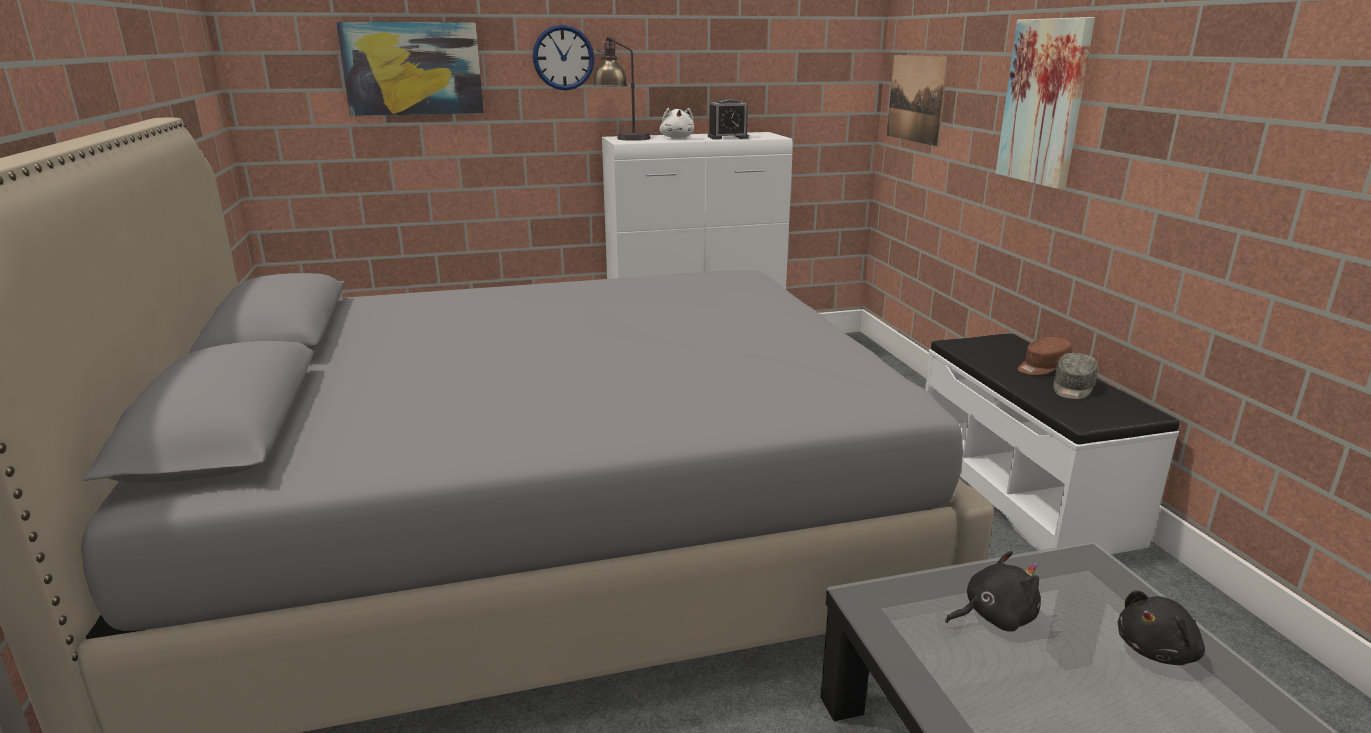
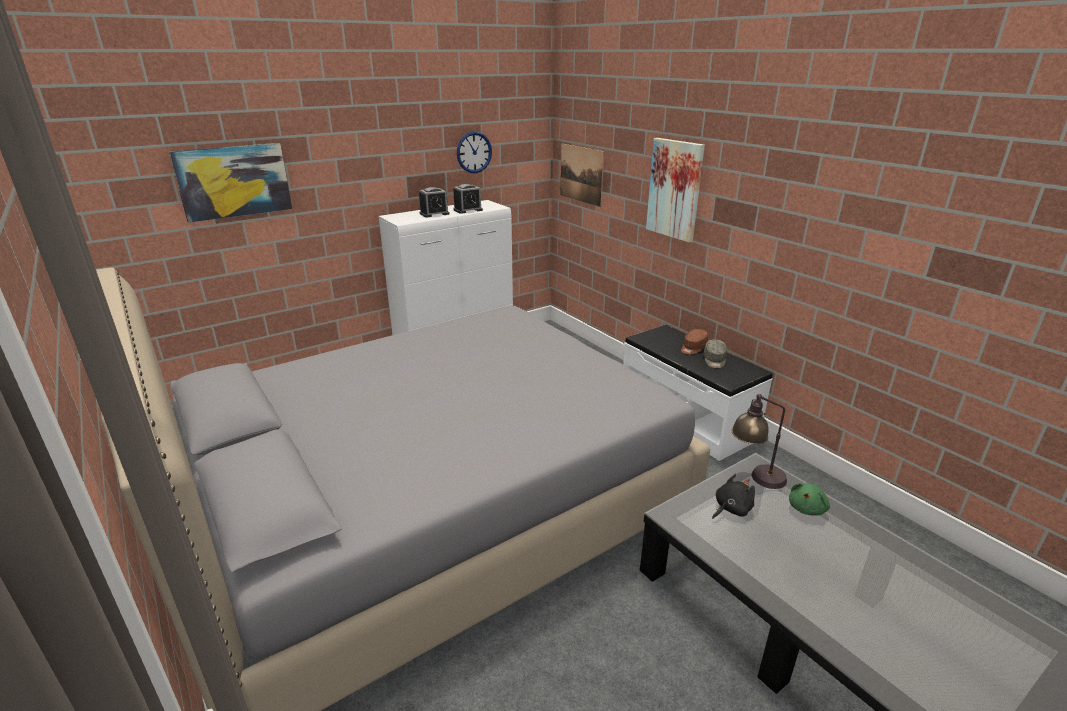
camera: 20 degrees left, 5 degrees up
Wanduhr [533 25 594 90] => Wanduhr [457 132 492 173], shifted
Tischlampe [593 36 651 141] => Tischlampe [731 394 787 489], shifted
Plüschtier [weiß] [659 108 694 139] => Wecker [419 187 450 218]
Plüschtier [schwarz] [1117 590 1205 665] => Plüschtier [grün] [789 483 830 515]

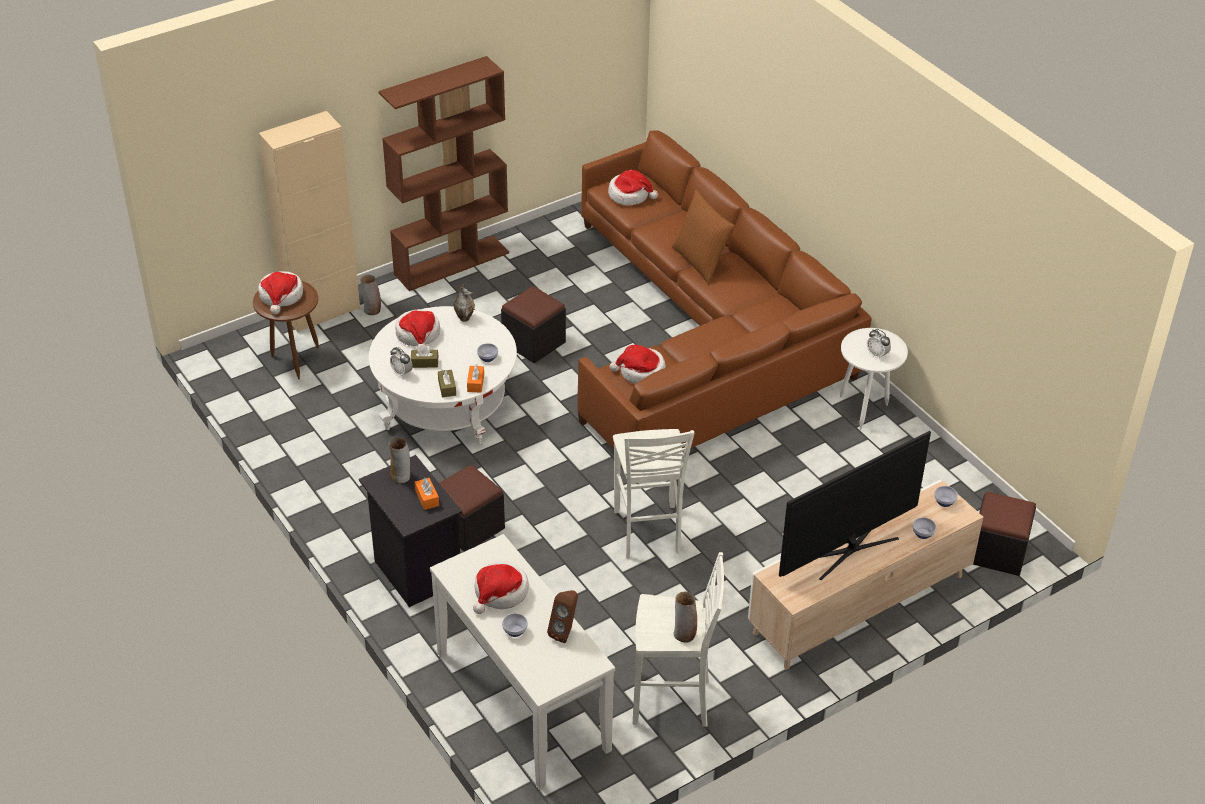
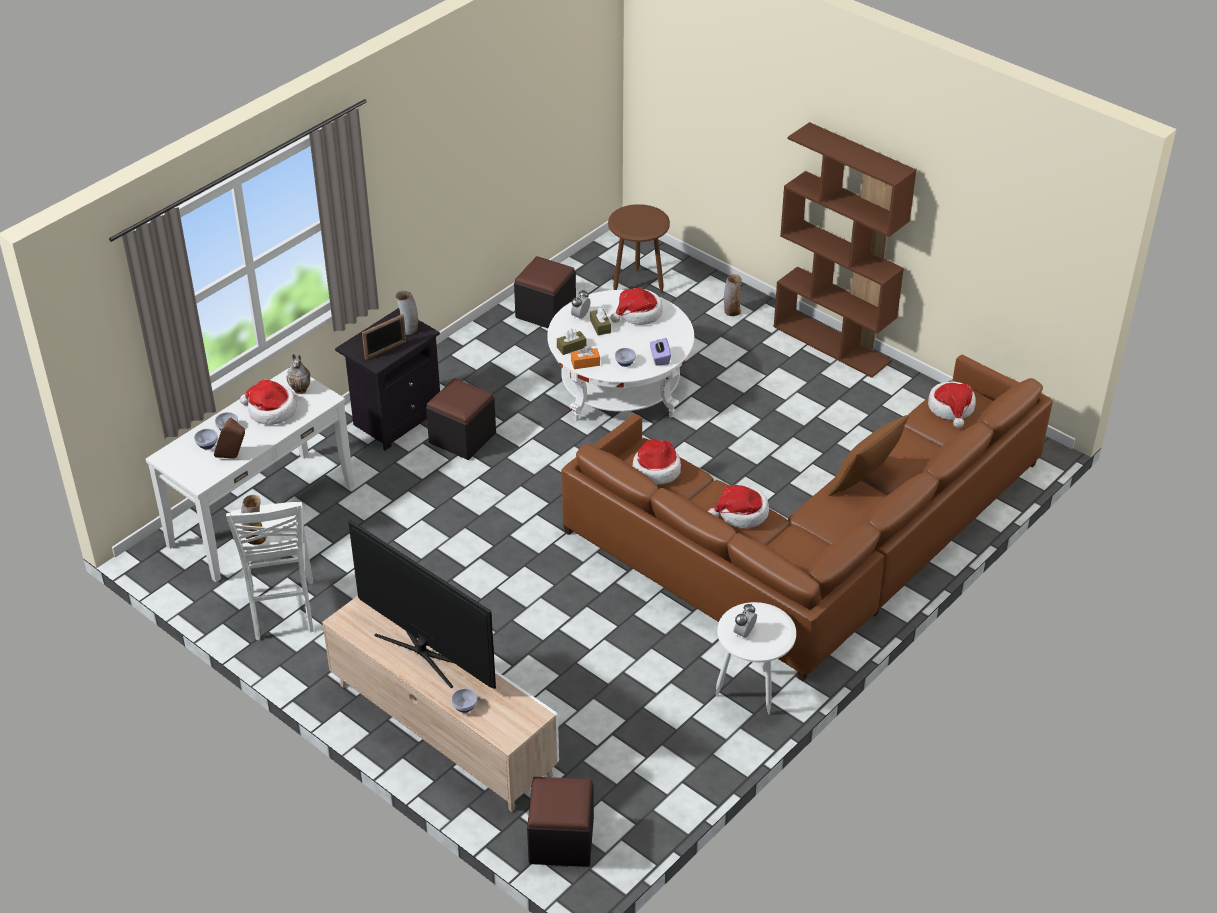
camera: 75 degrees right, 0 degrees up
Schrank [beige] [259 111 360 332] => nothing
Hocker [weiß] [613 429 695 559] => nothing
nothing => Taschentuchbox [lila] [650 338 671 366]
Hut [258 271 303 314] => Hut [708 485 769 528], shifted
Vase [454 284 475 322] => Vase [287 354 310 394], shifted
Polsterhocker [schwarz] [501 286 566 363] => Polsterhocker [schwarz] [514 256 576 328], shifted
Schüssel [934 486 958 507] => Schüssel [194 429 218 449], shifted
Taschentuchbox [orange] [415 478 439 510] => Bilderrahmen [362 314 406 360]

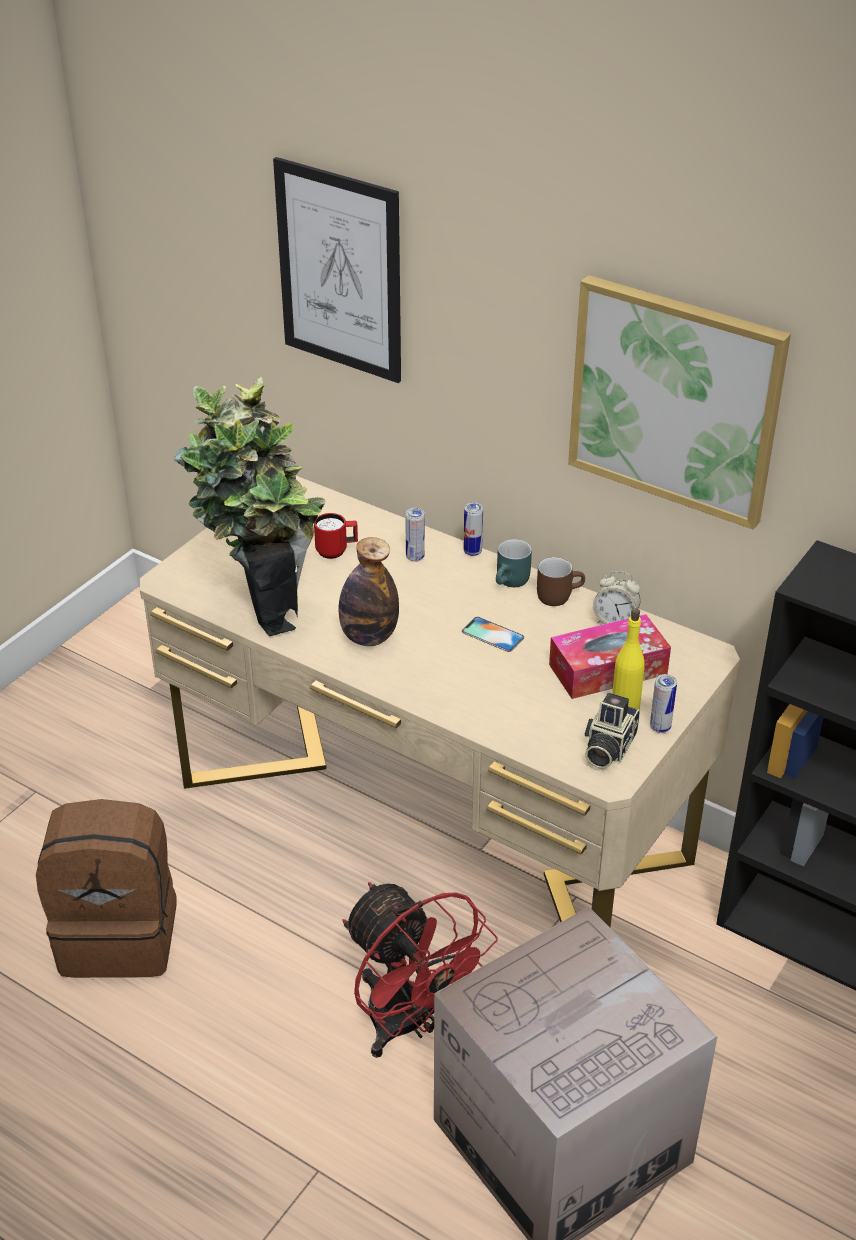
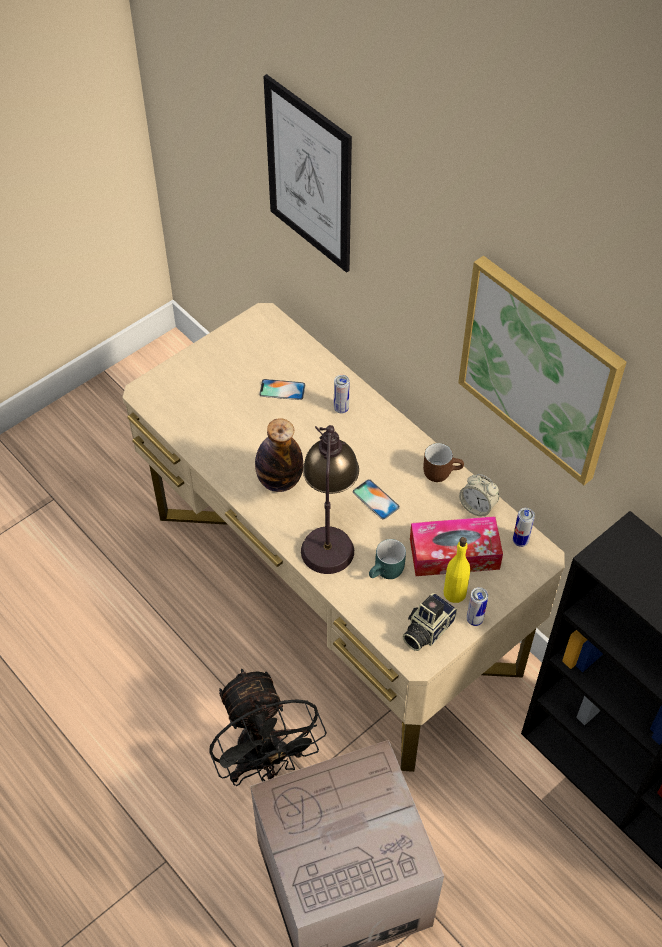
camera: 15 degrees right, 15 degrees up
Rucksack [braun] [36 799 177 978] => nothing
Topfpflanze [174 376 325 636] => nothing
nothing => Tischlampe [301 425 359 574]
Dose [464 502 483 556] => Dose [513 508 535 547], shifted
Henkelbecher [türkis] [496 539 532 587] => Henkelbecher [türkis] [369 539 406 579], shifted
Henkelbecher [rot] [314 513 358 559] => Handy [259 379 305 400]
Ventilator [rot] [342 882 498 1058] => Ventilator [schwarz] [209 669 327 786]

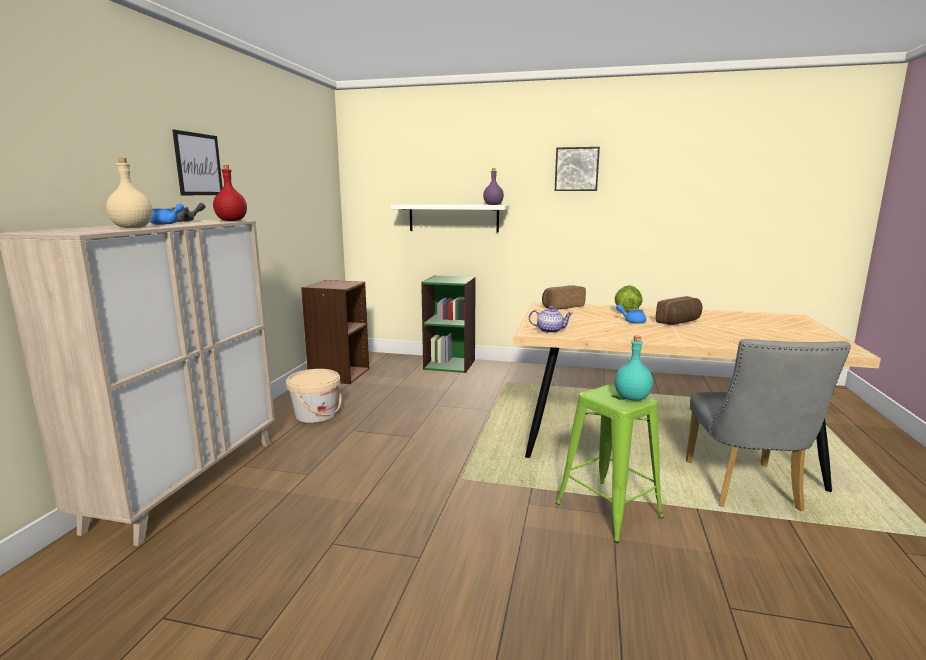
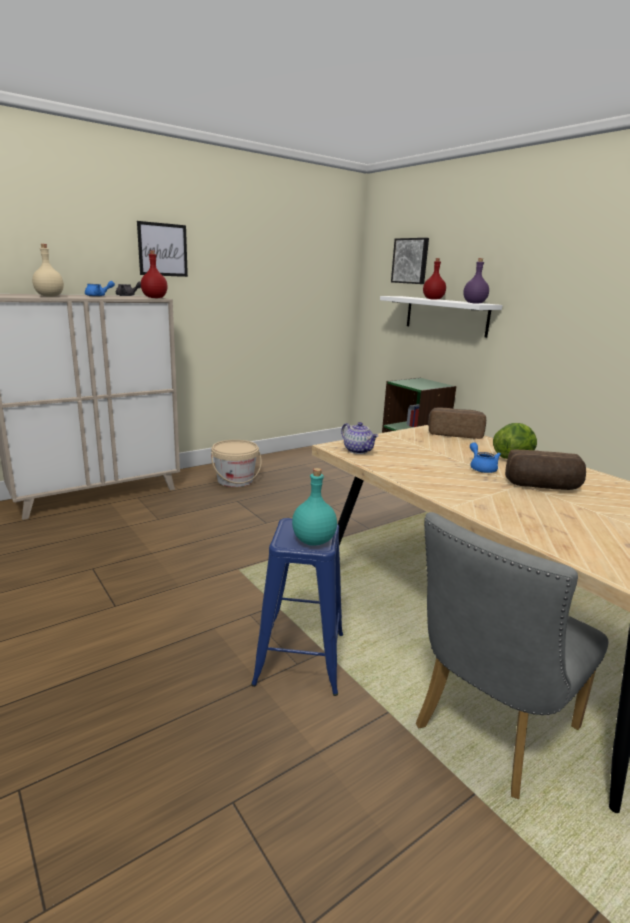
camera: 40 degrees right, 5 degrees up
Bücherregal [braun] [301 280 369 384] => nothing
nothing => Flasche [rot] [423 258 446 300]
Bild [555 147 600 191] => Bild [391 238 429 284], shifted
Hocker [grün] [556 384 664 543] => Hocker [blau] [251 518 343 696]

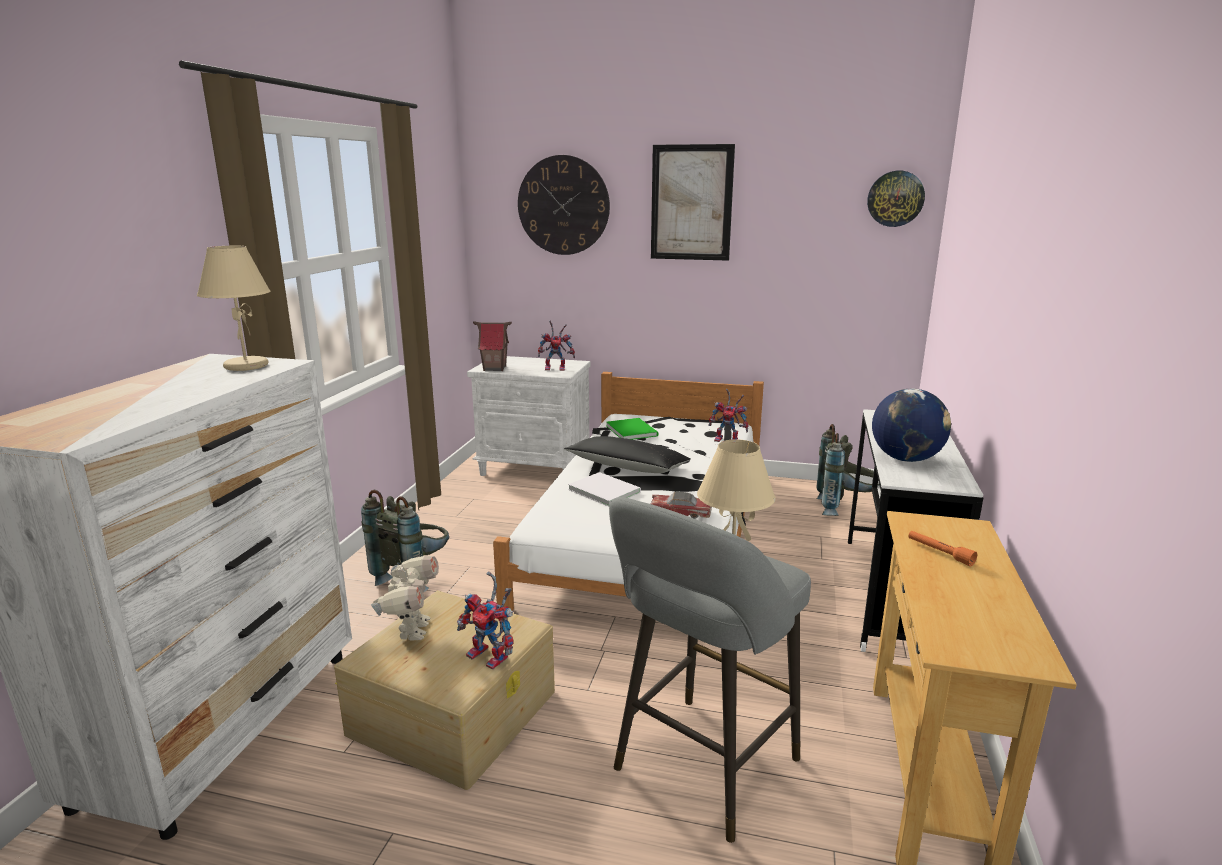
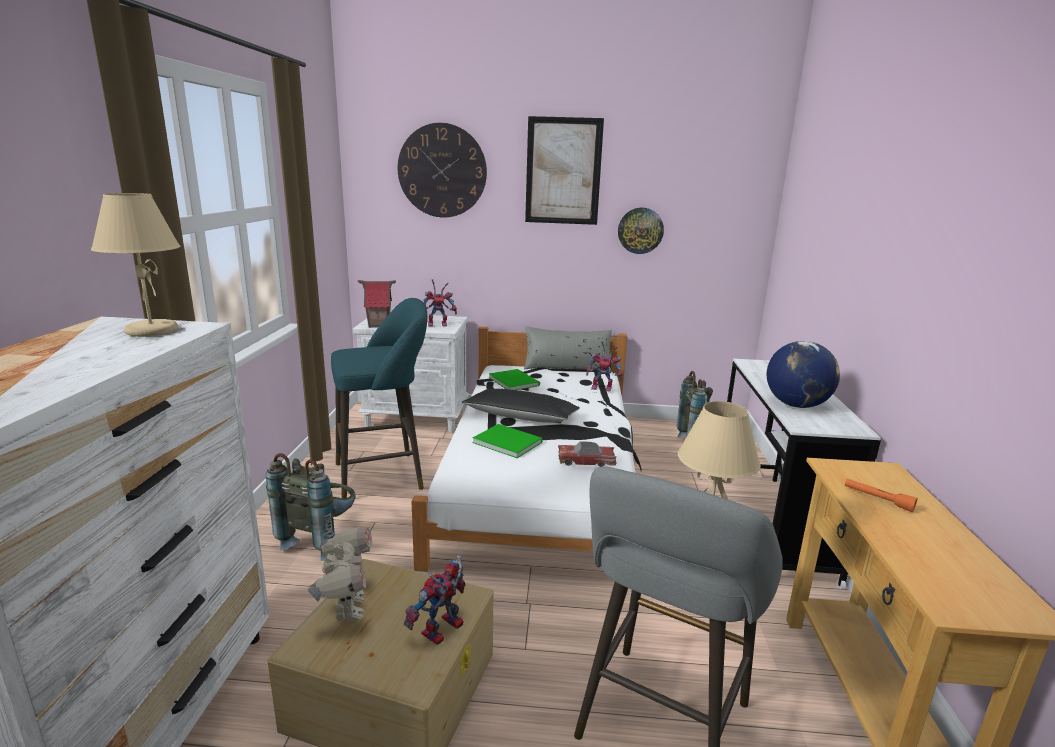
camera: 10 degrees left, 0 degrees up
nothing => Hocker [türkis] [331 298 428 499]
nothing => Kissen [grau] [524 326 612 373]
Wanduhr [867 171 925 227] => Wanduhr [618 208 664 254], shifted
Buch [weiß] [568 472 641 506] => Buch [grün] [473 424 543 458]
Spielzeugroboter [457 571 514 669] => Spielzeugroboter [404 555 465 645], 105 degrees clockwise

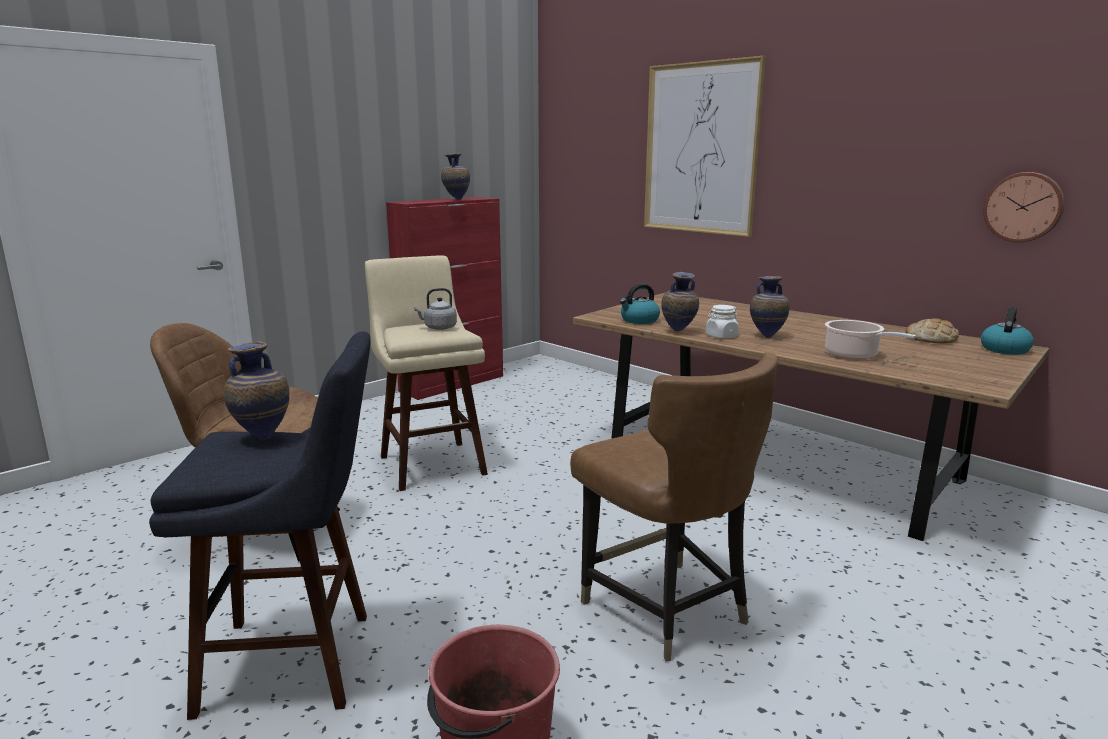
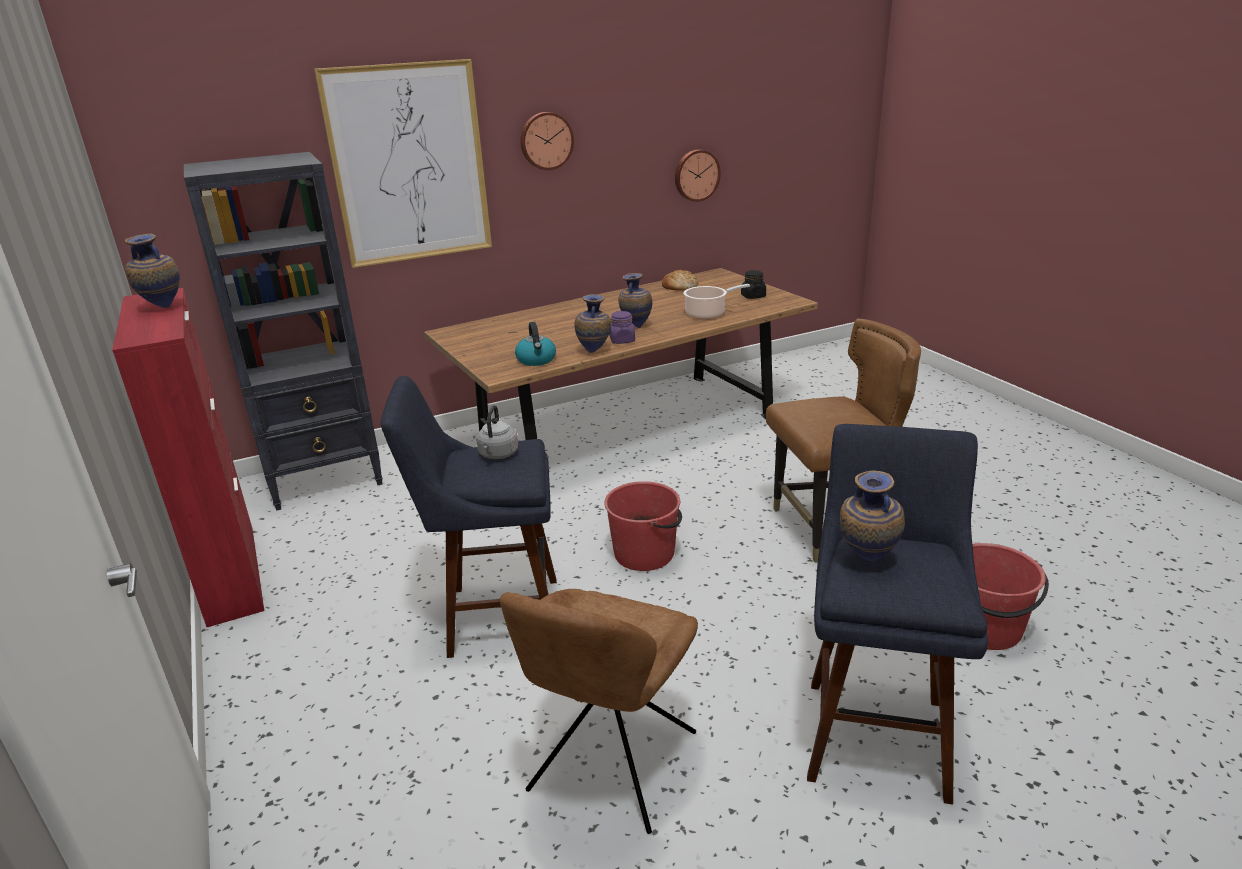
camera: 70 degrees left, 10 degrees up
Wasserkessel [981 307 1034 355] => nothing
nothing => Bücherregal [schwarz] [184 152 383 511]
nothing => Wanduhr [520 112 574 170]
nothing => Eimer [rot] [604 481 682 571]
nothing => Vorratsglas [schwarz] [741 270 766 299]
Hocker [beige] [365 255 488 491] => Hocker [blau] [381 376 557 658]
Vorratsglas [weiß] [706 305 739 338] => Vorratsglas [lila] [609 311 635 344]

